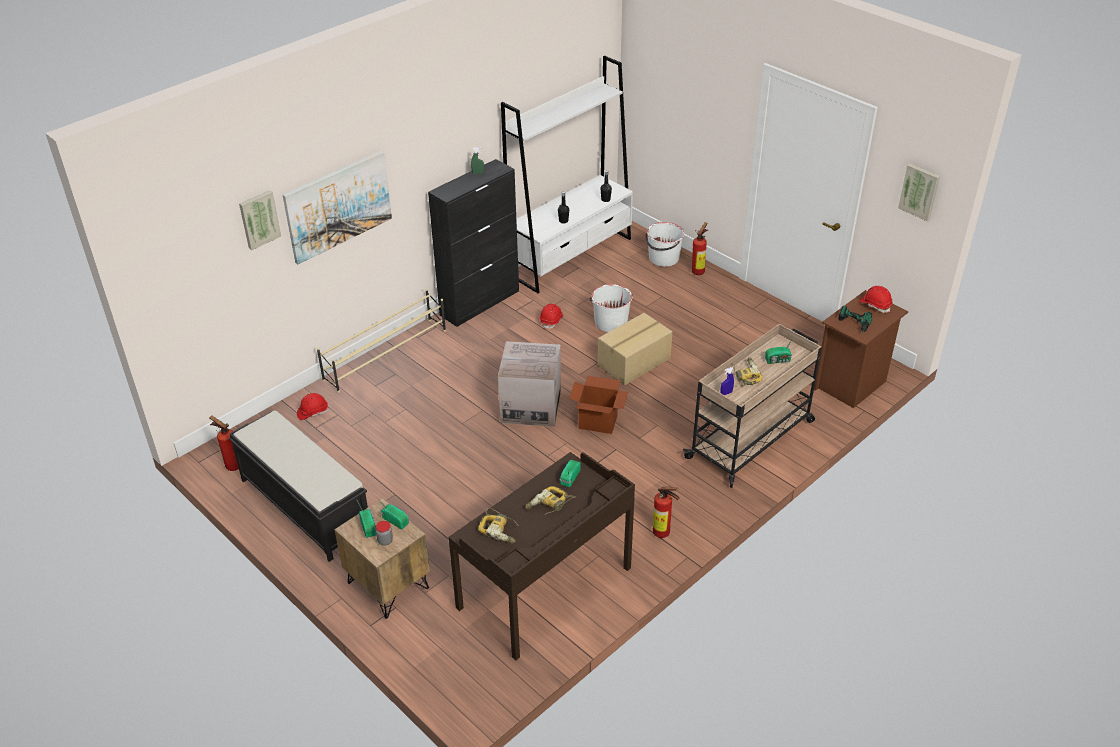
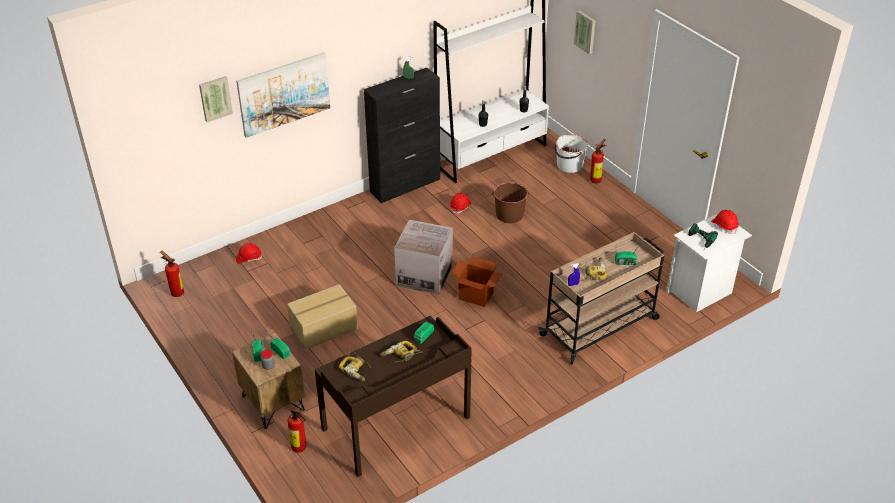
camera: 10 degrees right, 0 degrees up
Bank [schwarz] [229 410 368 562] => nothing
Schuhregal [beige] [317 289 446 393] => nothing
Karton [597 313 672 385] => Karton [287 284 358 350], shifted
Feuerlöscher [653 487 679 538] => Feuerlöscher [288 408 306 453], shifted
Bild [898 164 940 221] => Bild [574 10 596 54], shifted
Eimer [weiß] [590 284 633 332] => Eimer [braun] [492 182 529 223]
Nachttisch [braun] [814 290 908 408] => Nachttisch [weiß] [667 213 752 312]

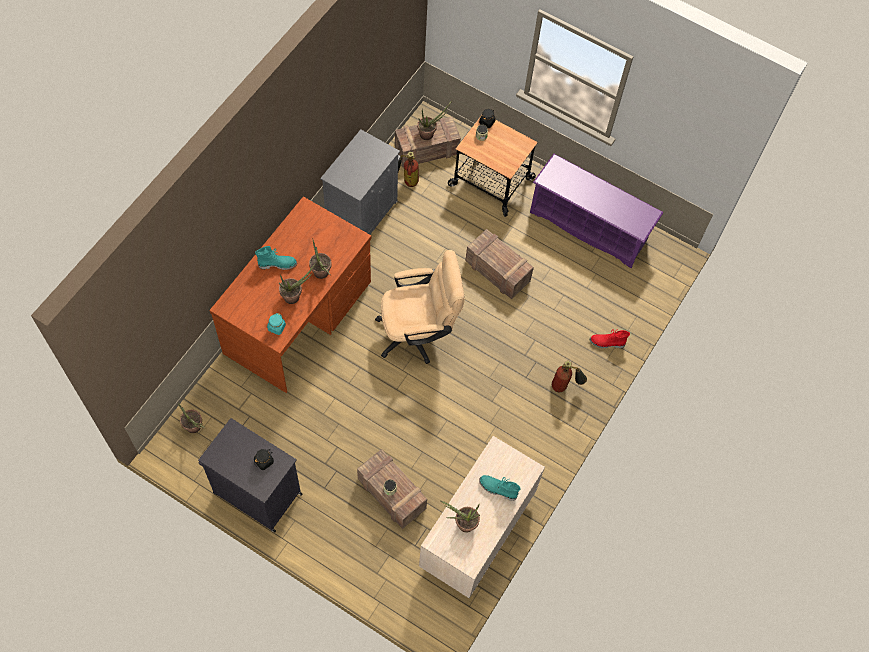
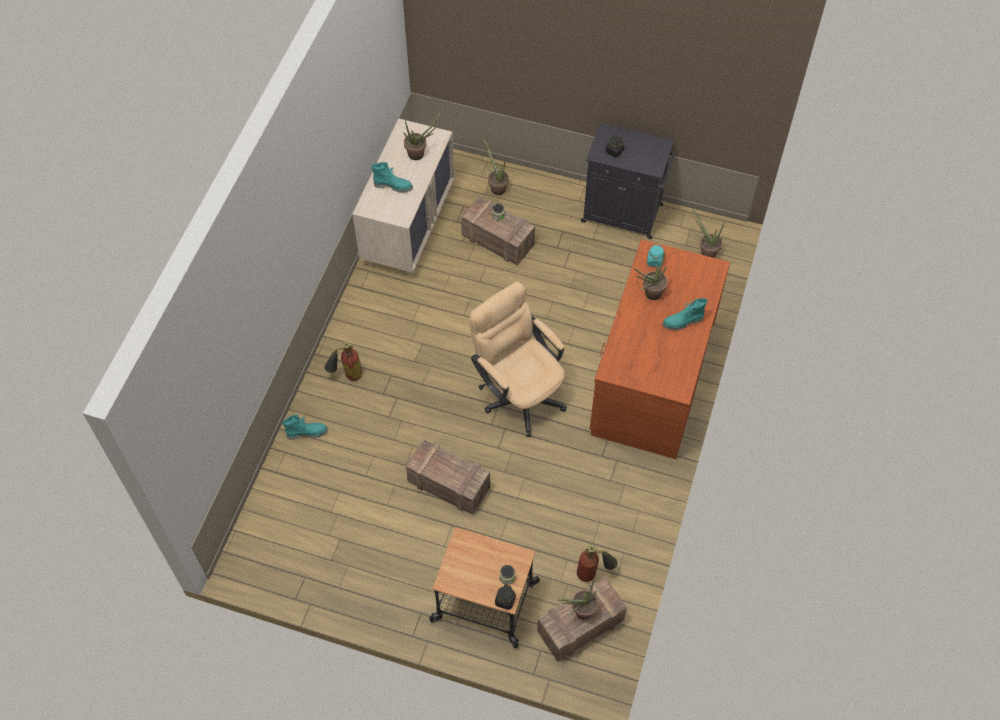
camera: 170 degrees right, 5 degrees down
Schrank [grau] [320 129 401 234] => nothing
Schuhregal [lila] [530 154 664 268] => nothing
Topfpflanze [309 238 332 279] => Topfpflanze [483 138 509 195], shifted
Stiefel [rot] [590 329 630 348] => Stiefel [türkis] [282 414 328 440]
Bürostuhl [beige] [375 250 465 364] => Bürostuhl [beige] [469 282 567 437], 75 degrees clockwise

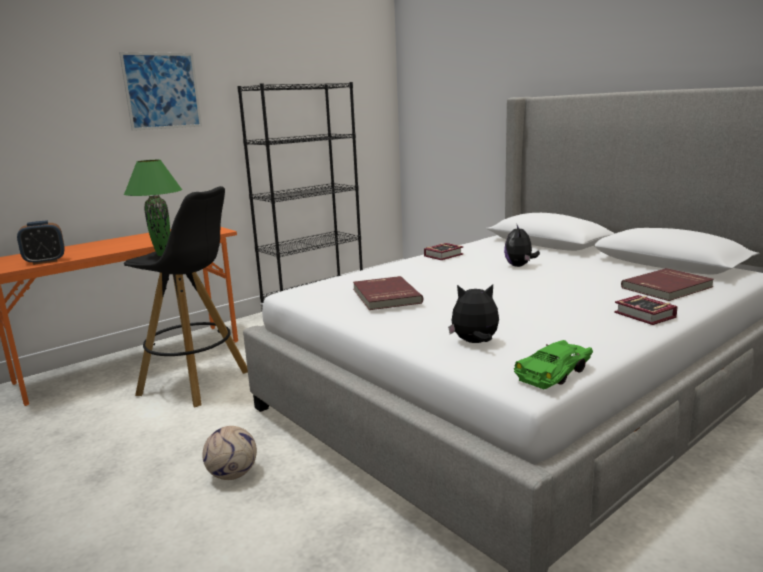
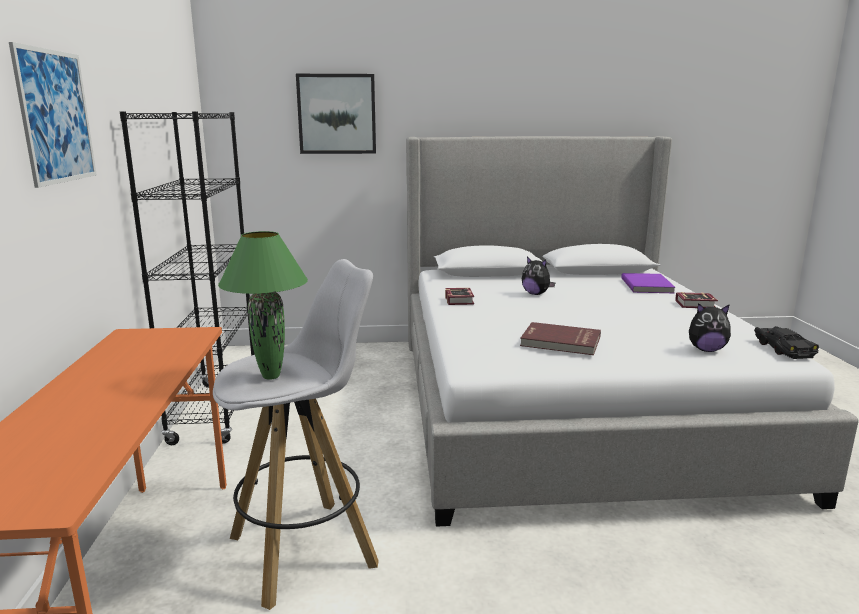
camera: 55 degrees left, 0 degrees up
Wecker [17 221 65 265] => nothing
Fußball [202 426 257 480] => nothing
nothing => Bild [296 74 376 154]
Hocker [schwarz] [124 186 248 407] => Hocker [weiß] [213 259 379 610]
Spielzeugauto [grün] [514 340 593 389] => Spielzeugauto [schwarz] [754 326 819 359]
Buch [rot] [621 268 714 301] => Buch [lila] [621 273 675 293]
Plüschtier [448 284 499 343] => Plüschtier [689 303 731 352], 120 degrees counterclockwise

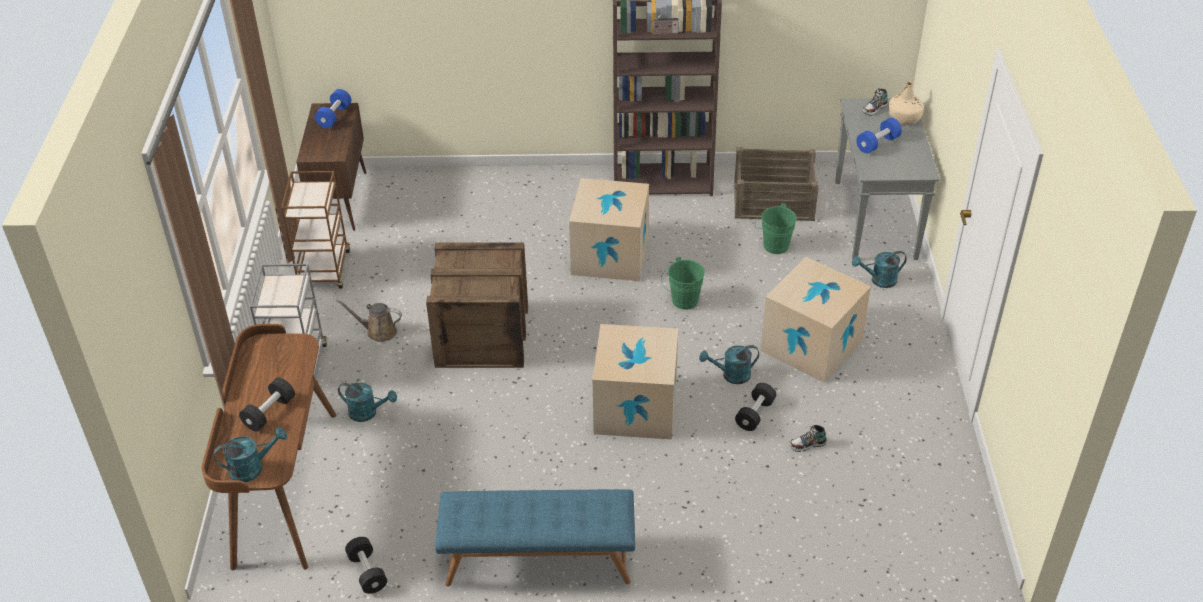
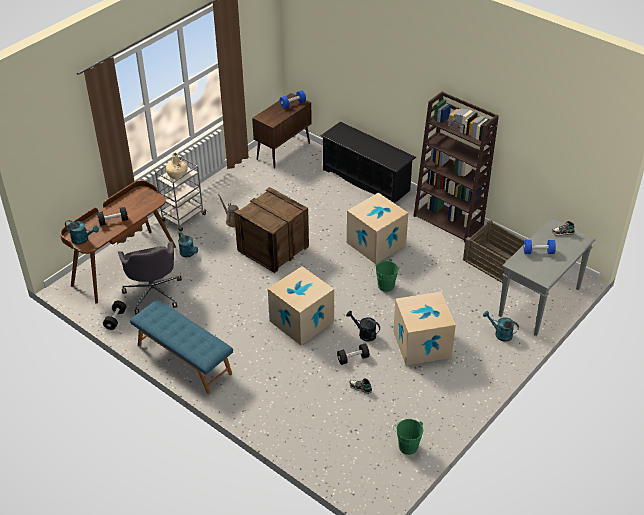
camera: 40 degrees right, 0 degrees up
Rollwagen [braun] [281 171 350 289] => nothing
nothing => Bürostuhl [grau] [118 242 182 315]
nothing => Schuhregal [schwarz] [320 122 416 203]
Eimer [grün] [755 203 797 254] => Eimer [grün] [393 419 423 455], shifted
Flasche [beige] [888 81 924 125] => Flasche [beige] [166 153 188 179], shifted
Gießkanne [türkis] [699 345 759 384] => Gießkanne [schwarz] [346 311 380 342]

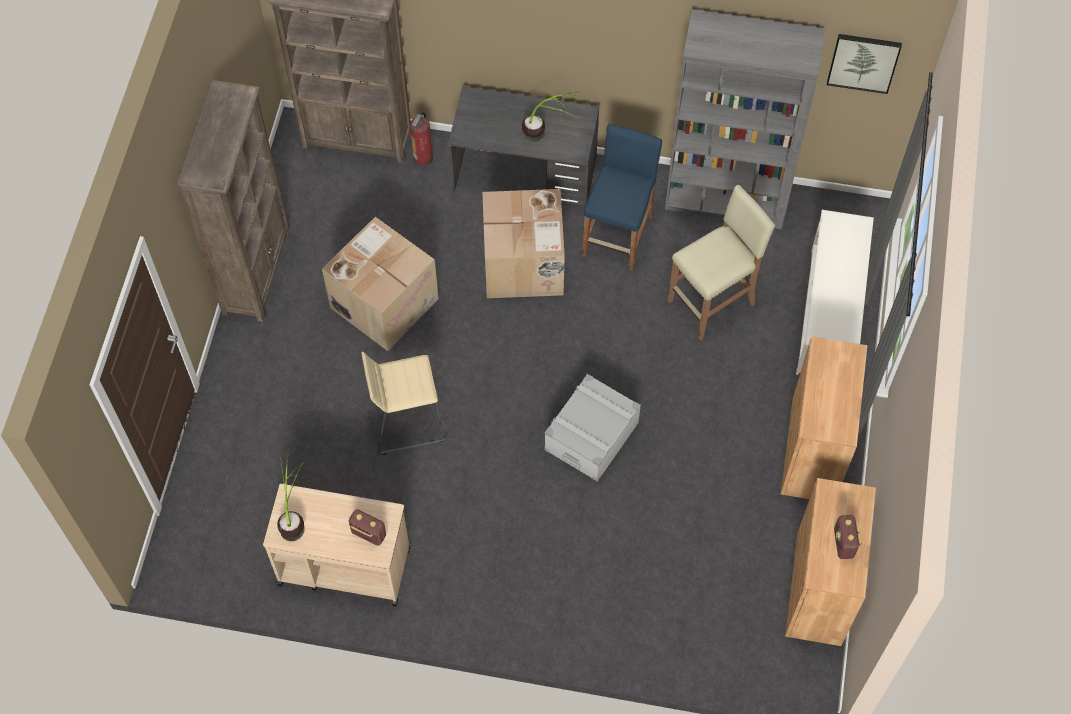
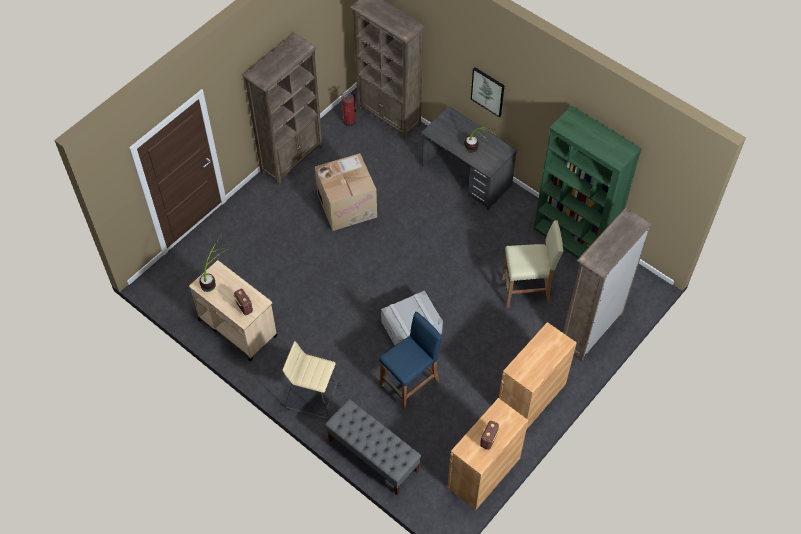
camera: 30 degrees right, 5 degrees down
Karton [482 189 565 298] => nothing
nothing => Bank [grau] [325 399 421 495]
Hocker [beige] [361 351 446 455] => Hocker [beige] [282 341 341 419], shifted
Feuerlöscher [410 112 433 167] => Feuerlöscher [340 92 356 127], shifted
Hocker [blau] [582 124 662 271] => Hocker [blau] [379 312 442 410], shifted
Bild [827 34 902 94] => Bild [471 67 504 117], shifted
Schuhregal [weiß] [796 210 874 375] => Bücherregal [braun] [562 207 652 362]
Bücherregal [grau] [665 9 825 230] => Bücherregal [grün] [534 106 642 259]

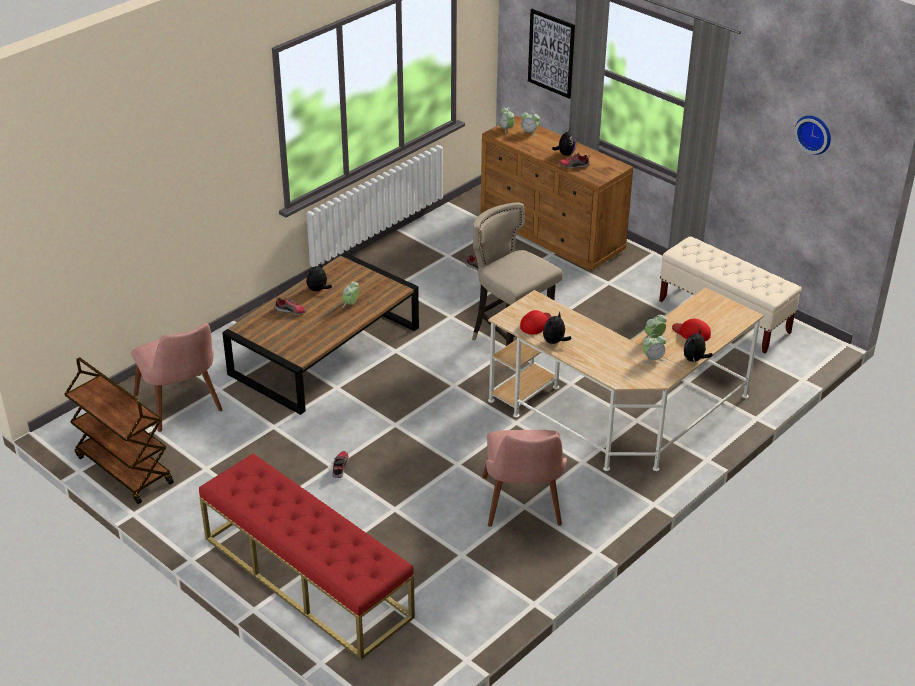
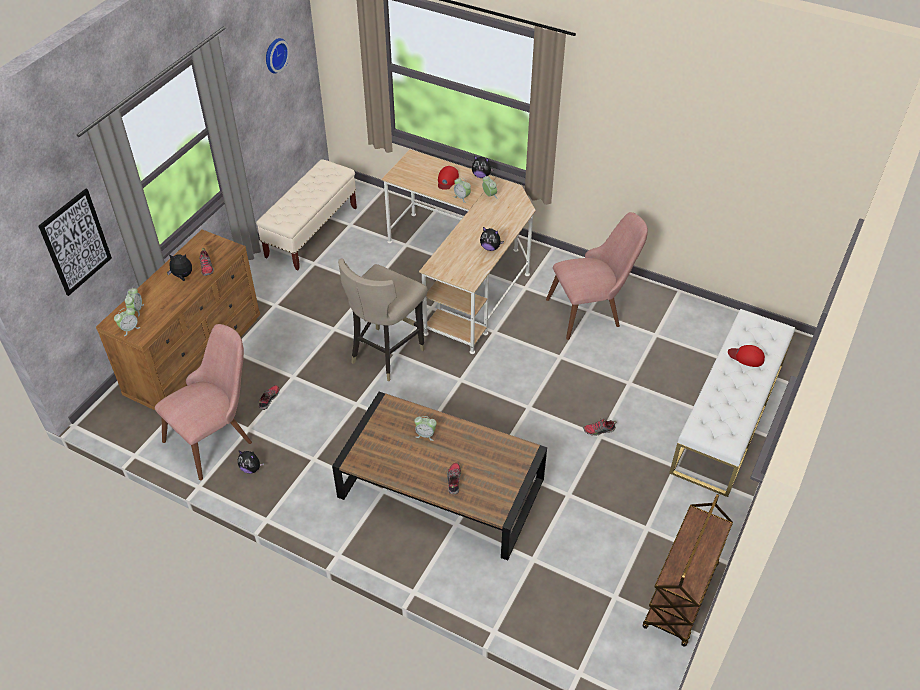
camera: 105 degrees left, 10 degrees up
Stuhl [rosa] [131 323 223 432] => Stuhl [rosa] [155 324 252 480], shifted
Plüschtier [306 263 332 291] => Plüschtier [238 450 264 474], shifted
Kappe [rot] [520 310 552 335] => Kappe [rot] [728 345 765 367], shifted
Bank [rot] [199 453 415 660] => Bank [weiß] [669 309 795 497]

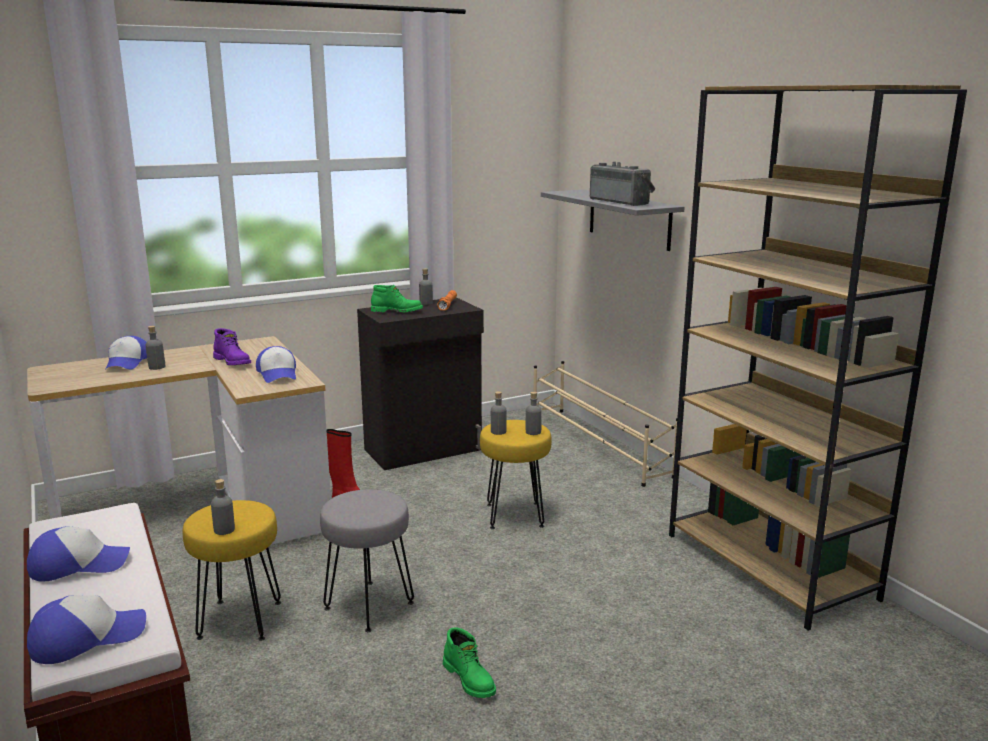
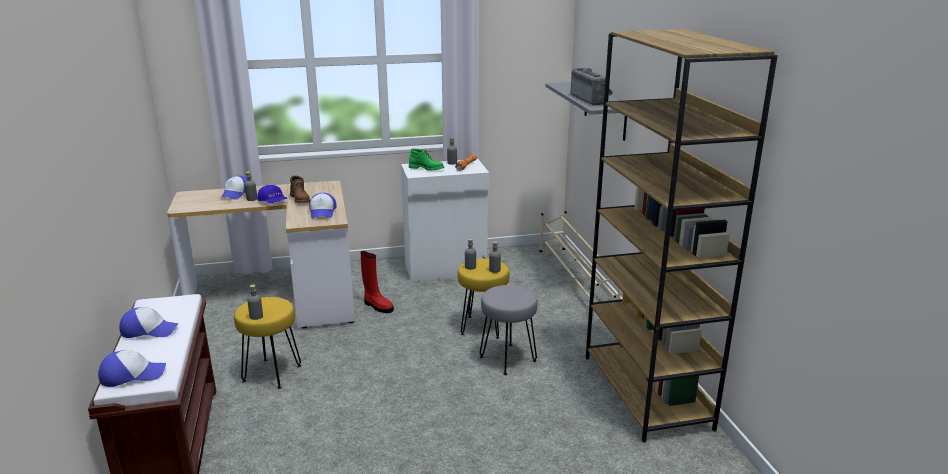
camera: 15 degrees right, 5 degrees up
Stiefel [grün] [443 627 496 698] => nothing
nothing => Kappe [blau] [257 185 287 203]
Hocker [grau] [320 489 414 632] => Hocker [grau] [480 285 538 375], shifted
Stiefel [lila] [213 328 251 365] => Stiefel [braun] [290 175 311 203]
Schrank [schwarz] [357 297 484 470] => Schrank [weiß] [401 159 489 282]

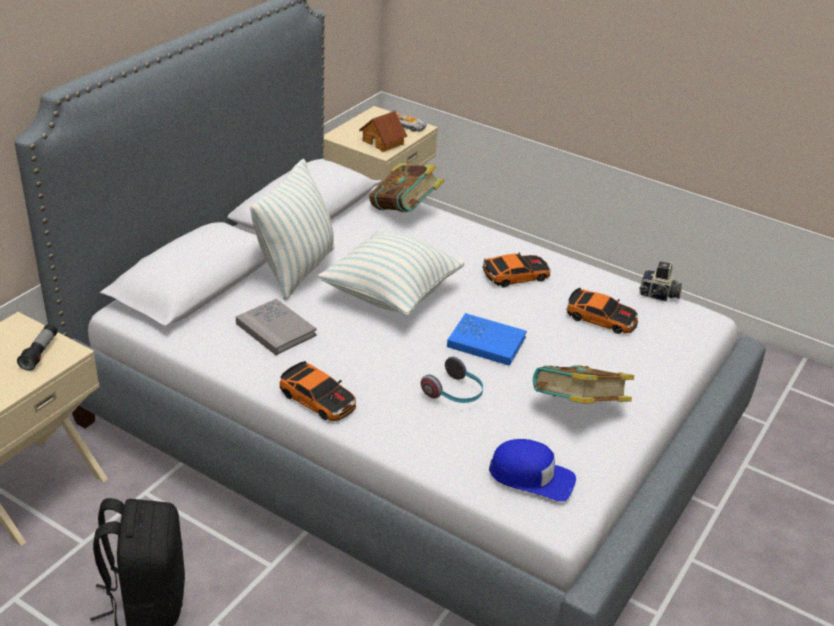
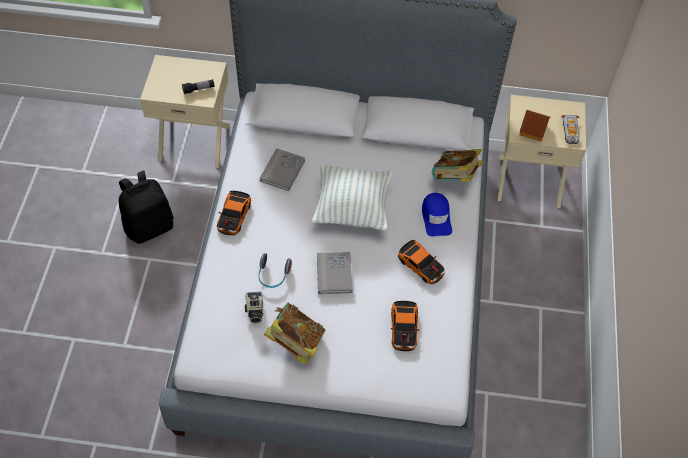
camera: 65 degrees right, 20 degrees up
Kissen [250 159 335 300] => nothing
Kappe [blau] [489 439 576 502] => Kappe [blau] [422 193 452 236], shifted
Kamera [639 261 683 302] => Kamera [245 291 263 324], shifted
Buch [blau] [447 313 527 366] => Buch [grau] [317 252 352 294]

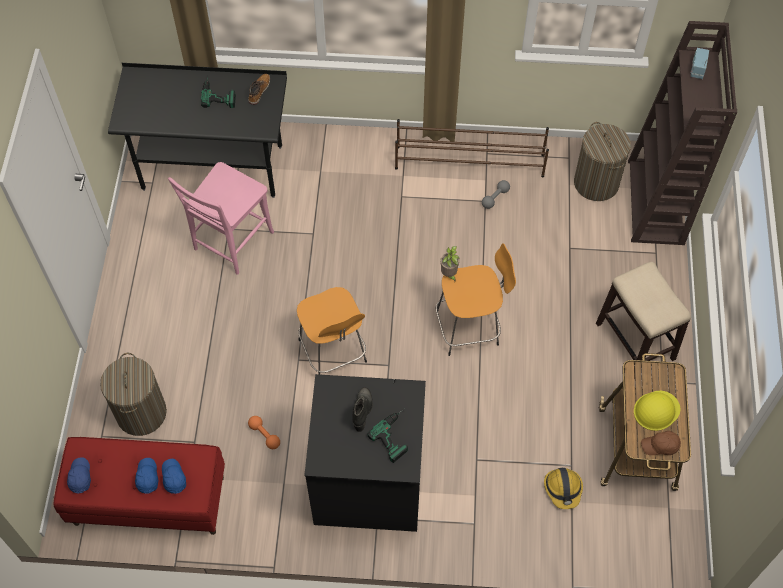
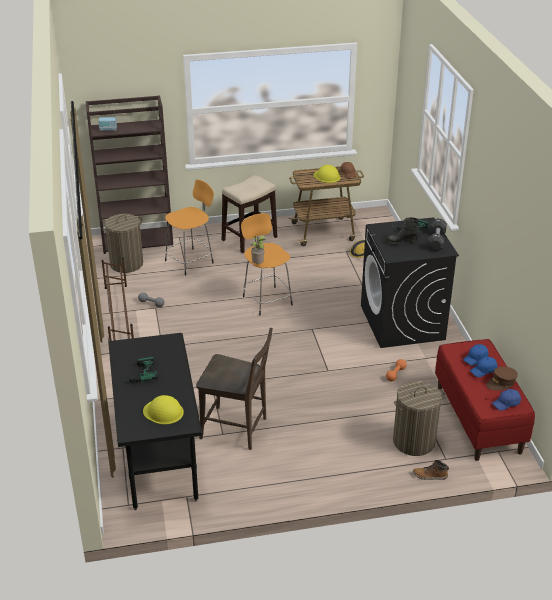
camera: 105 degrees left, 25 degrees down
nothing => Schutzhelm [gelb] [143 395 184 424]
nothing => Hantel [schwarz] [428 218 447 251]
nothing => Kappe [braun] [486 367 518 391]
Stiefel [248 74 270 105] => Stiefel [413 460 449 480], shifted
Hocker [orange] [297 287 367 375] => Hocker [orange] [165 180 214 276], shifted
Stuhl [rosa] [168 162 274 275] => Stuhl [braun] [196 328 273 450]

